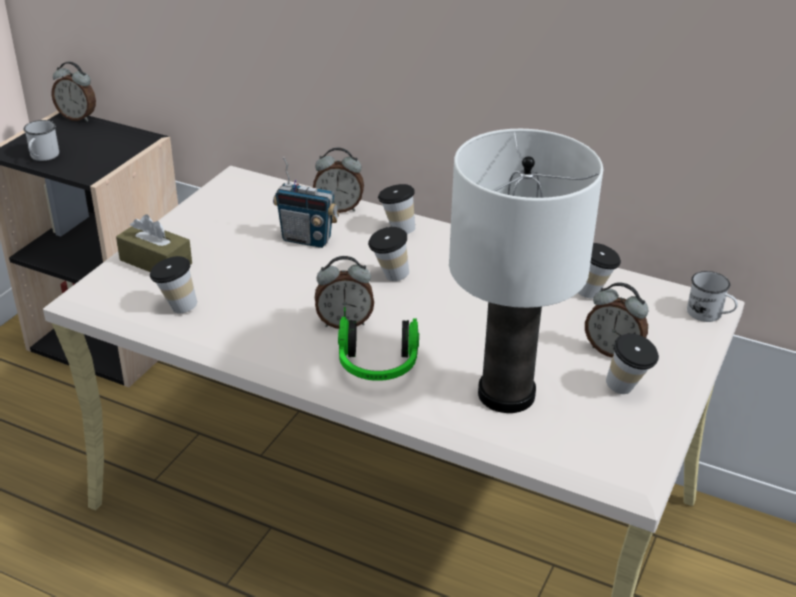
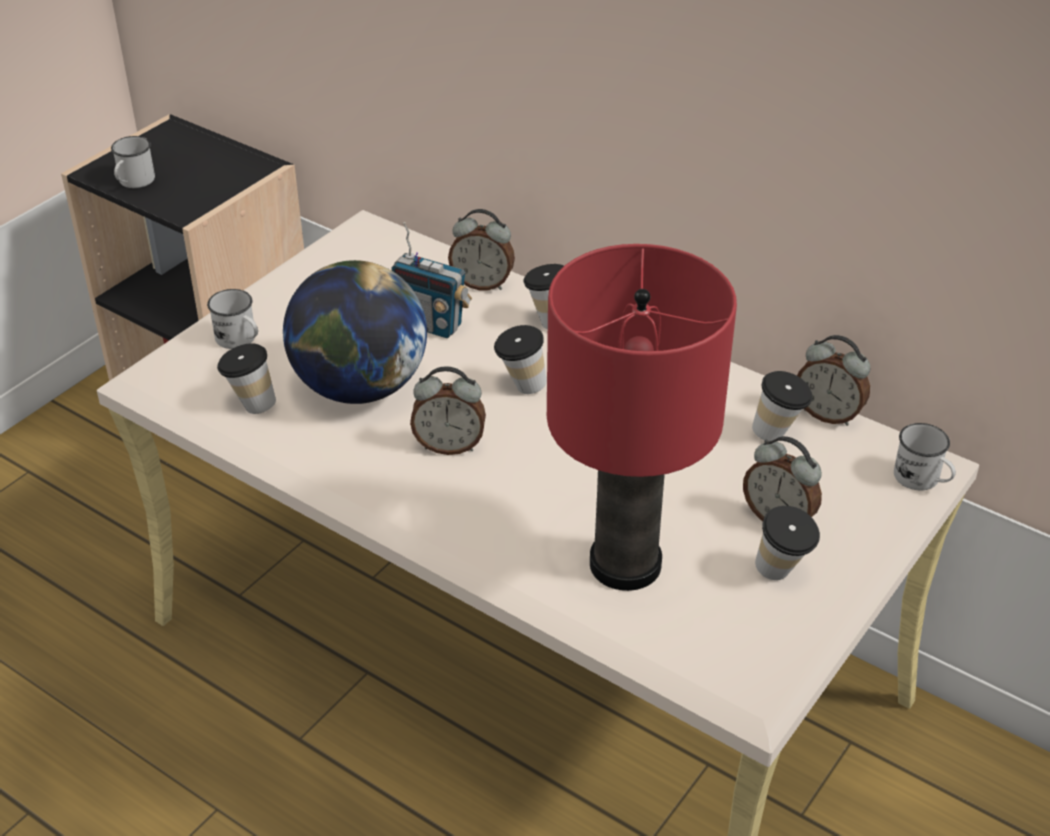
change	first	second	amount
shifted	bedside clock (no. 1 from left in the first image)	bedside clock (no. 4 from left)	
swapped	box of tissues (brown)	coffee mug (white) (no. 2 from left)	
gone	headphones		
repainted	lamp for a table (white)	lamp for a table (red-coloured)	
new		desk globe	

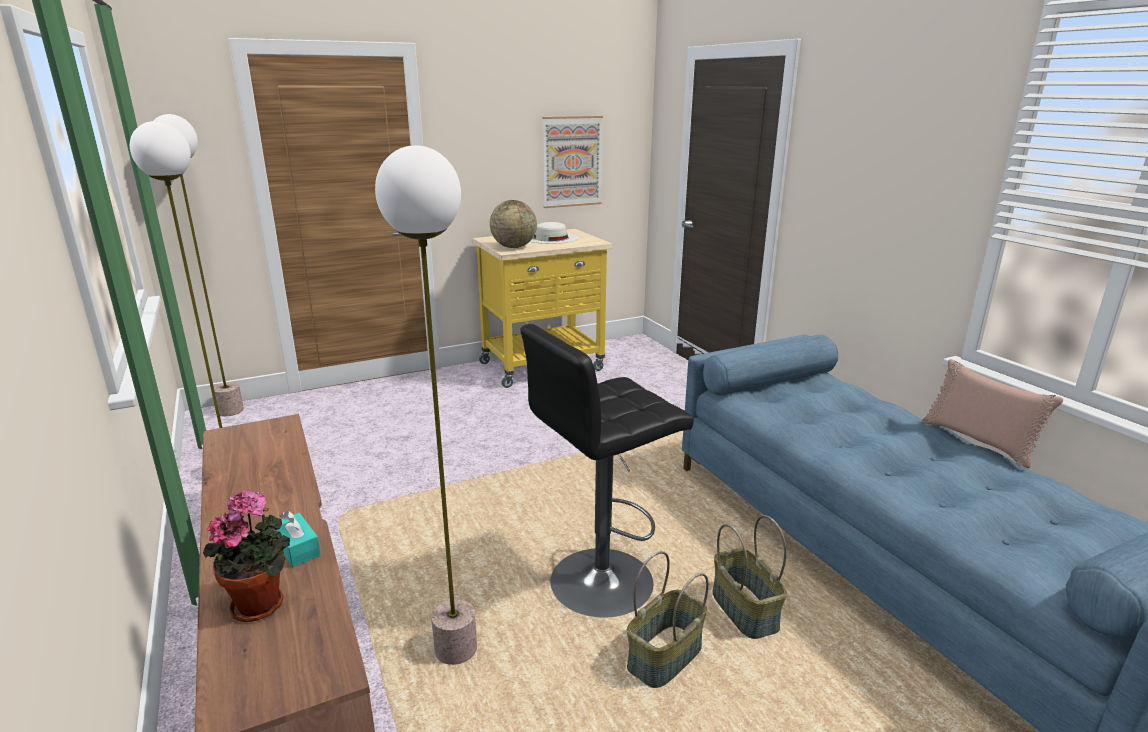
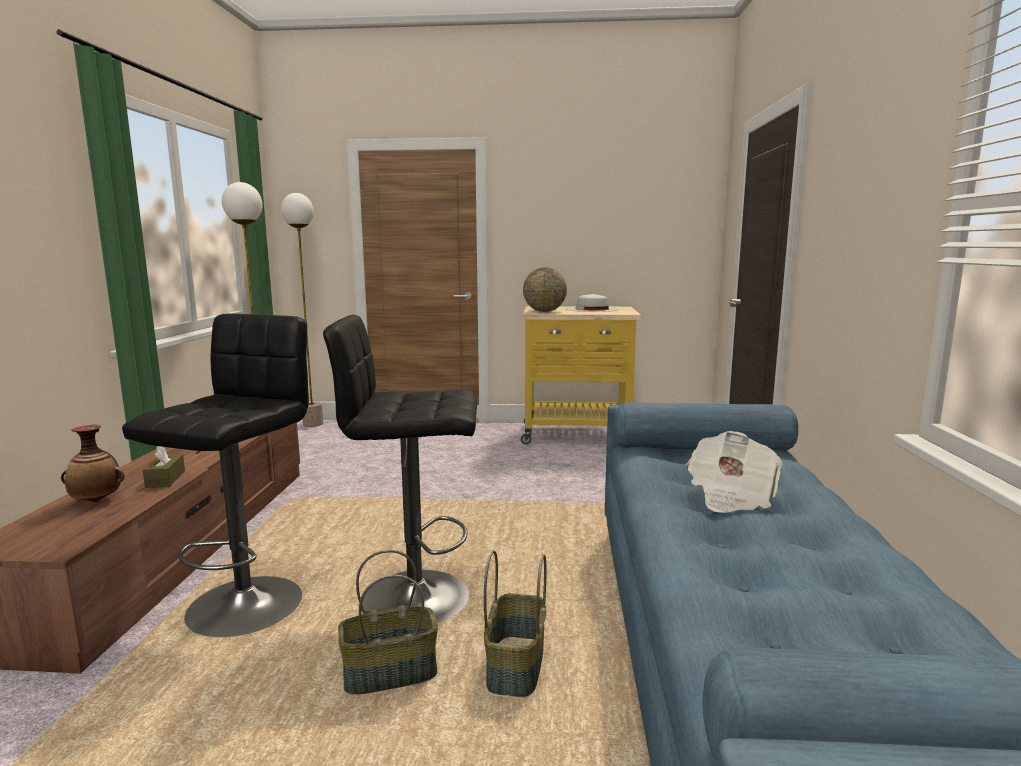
change	first	second	amount
swapped	potted plant	flower vase	
repainted	box of tissues (turquoise-coloured)	box of tissues (brown)	
swapped	floor lamp (no. 3 from left)	stool seat (black) (no. 1 from left)	
gone	picture		
gone	pillow (beige-coloured)		
new		newspaper	

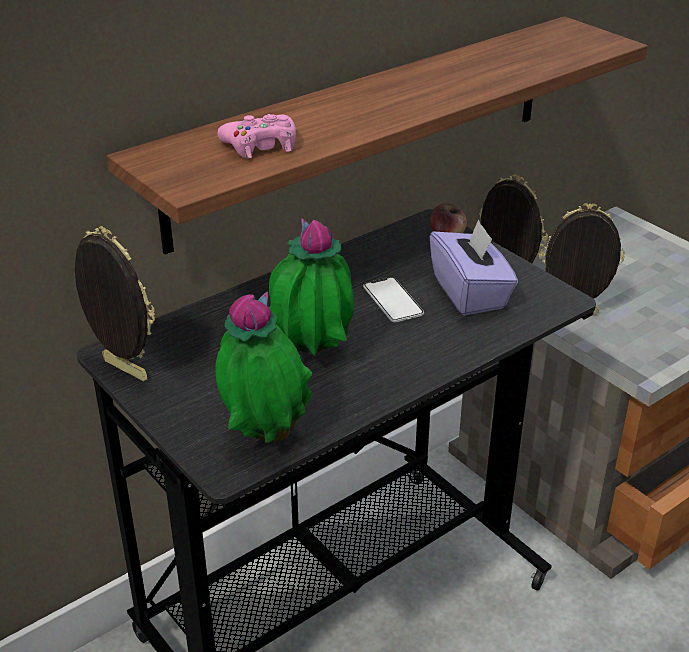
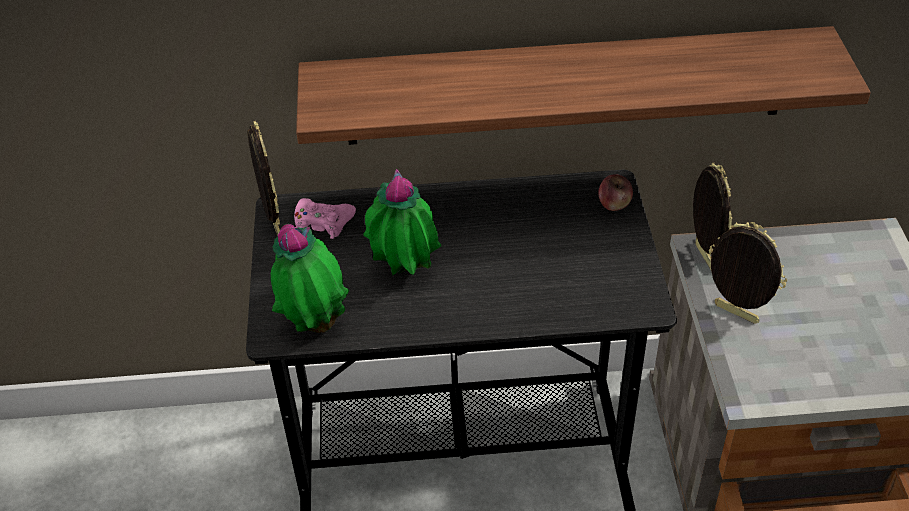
change	first	second	amount
shifted	joypad (pink)		
gone	phone		
gone	box of tissues (purplish)		

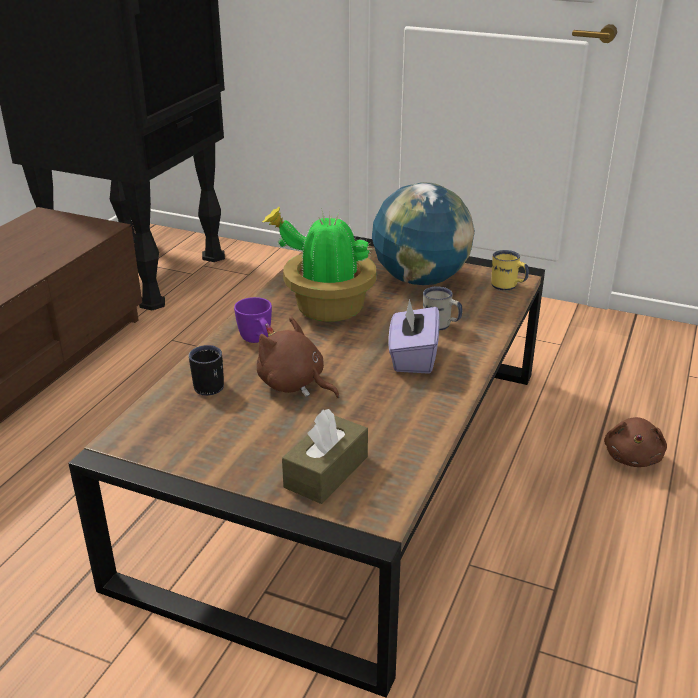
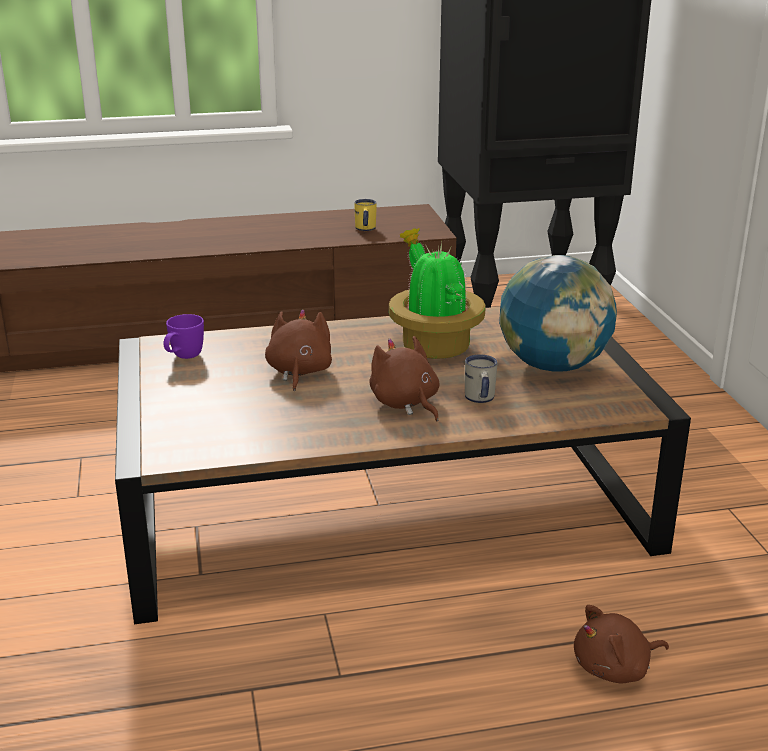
change	first	second	amount
gone	coffee mug (black)		
shifted	coffee mug (purplish)		
gone	box of tissues (brown)		
swapped	box of tissues (purplish)	plush toy (brown) (no. 2 from left)	
shifted	coffee mug (yellow)		

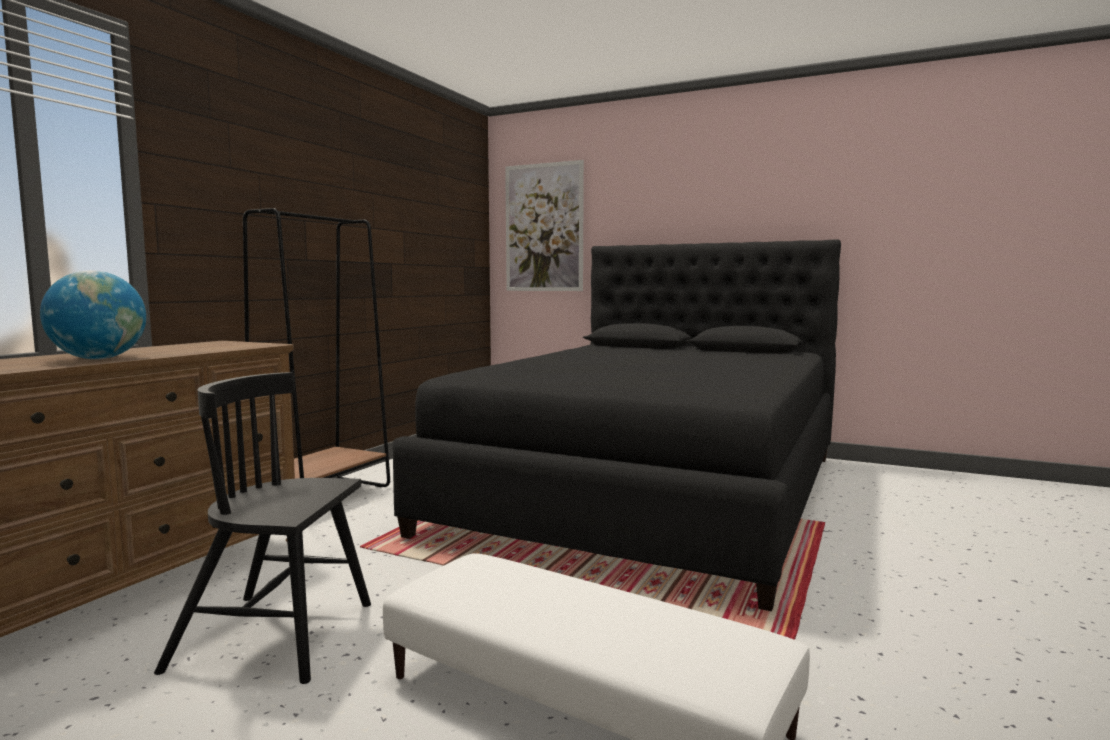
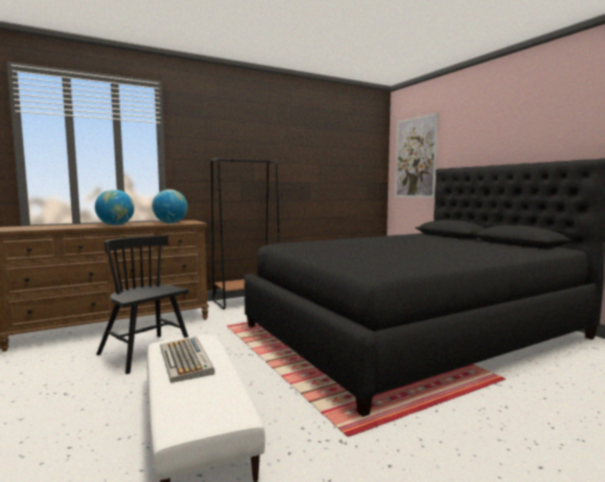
change	first	second	amount
new		desk globe (no. 2 from left)	
new		computer keyboard	

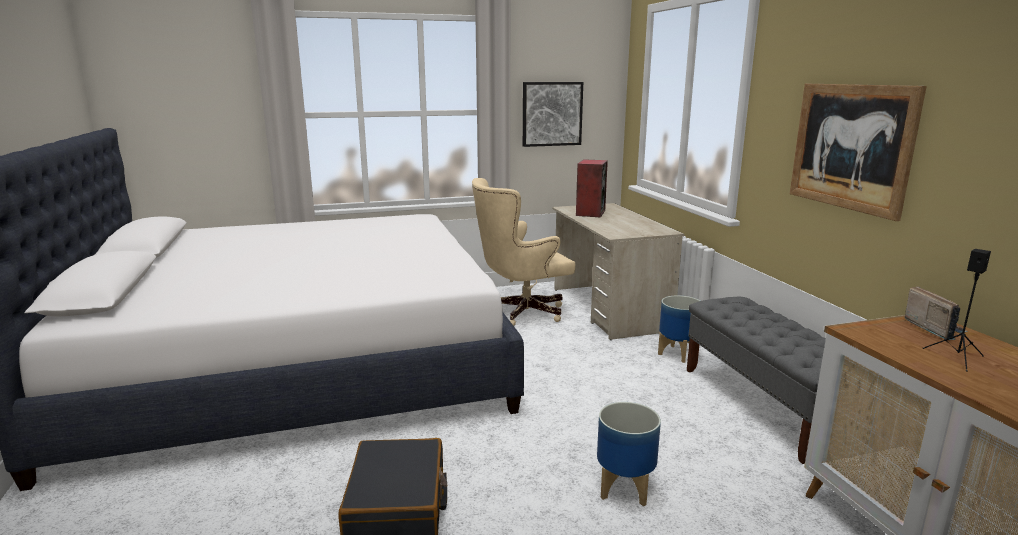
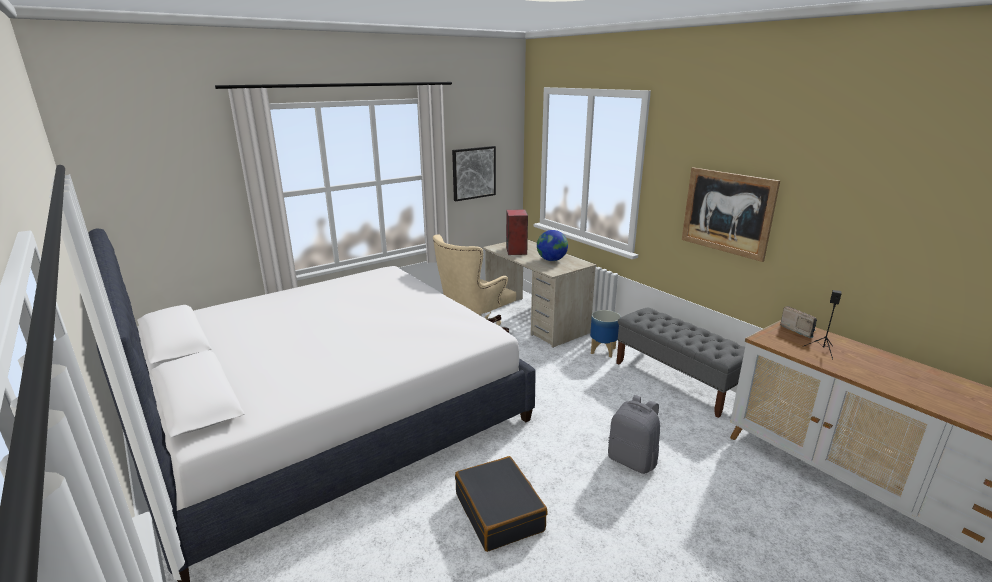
change	first	second	amount
swapped	planter (no. 1 from left)	rucksack (gray)	
new		desk globe	

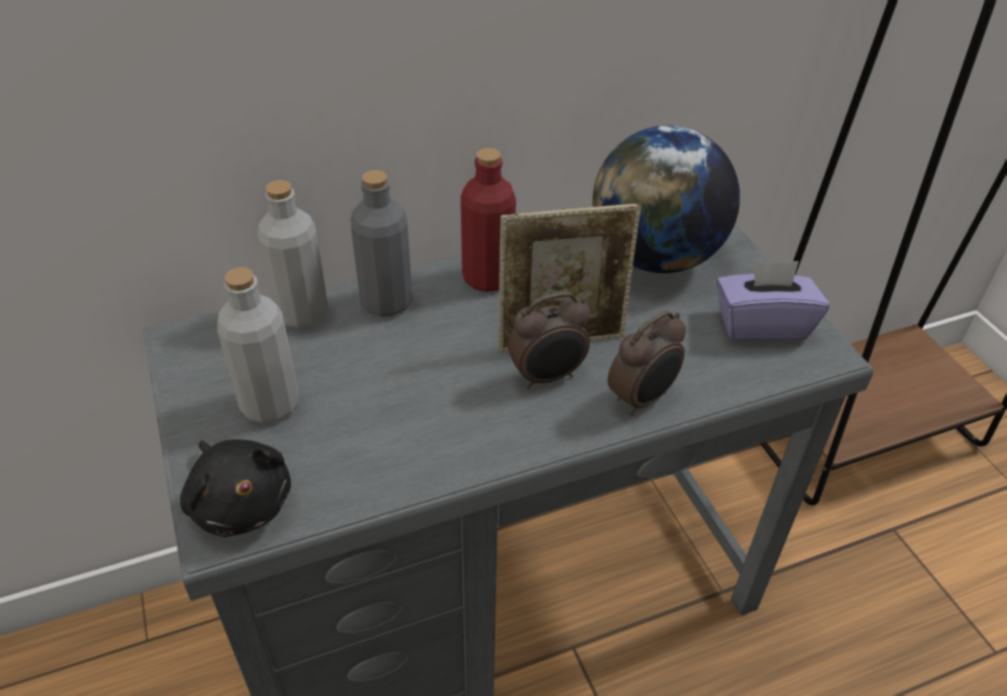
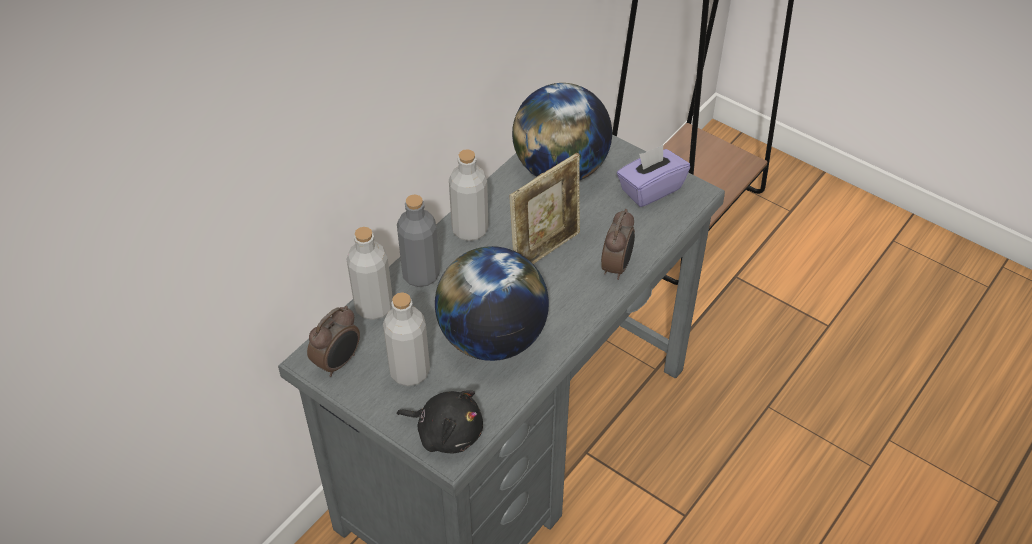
change	first	second	amount
repainted	drink bottle (red-coloured)	drink bottle (gray) (no. 4 from left)	
shifted	bedside clock (no. 1 from left)		
new		desk globe (no. 1 from left)	

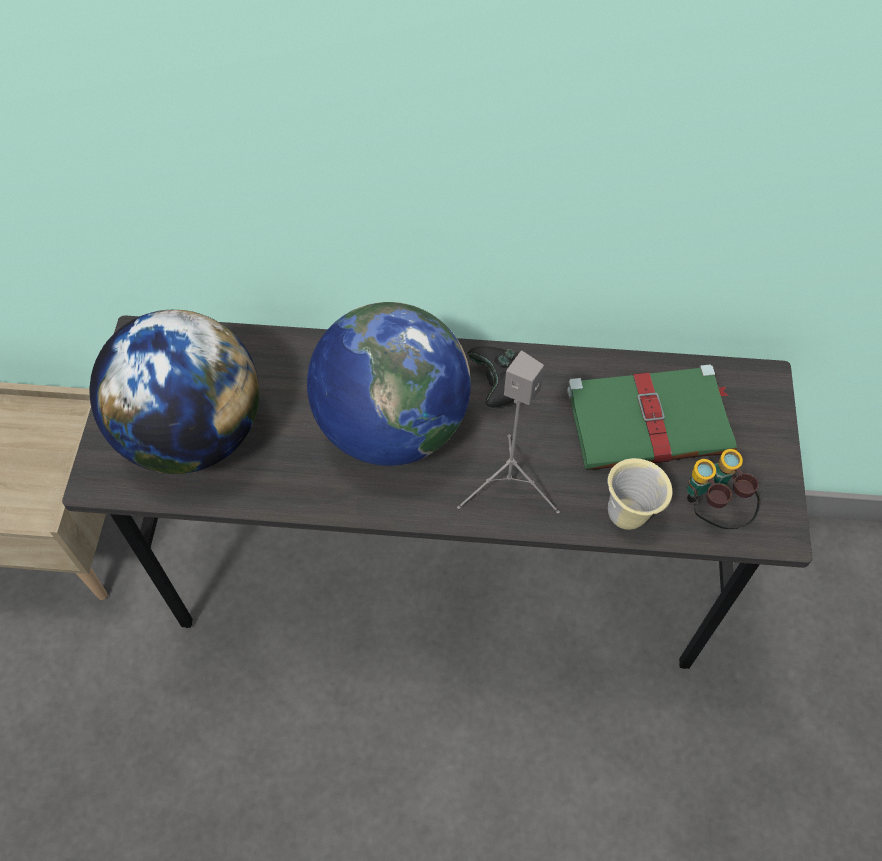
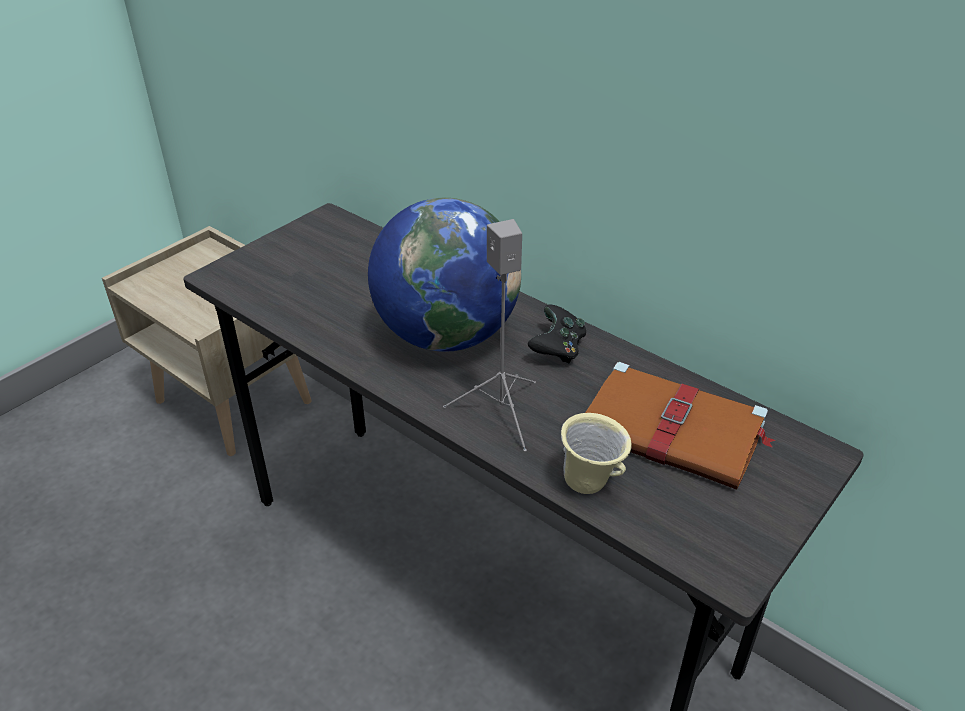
change	first	second	amount
gone	desk globe (no. 1 from left)		
repainted	bound book (green)	bound book (brown)	
gone	binoculars		

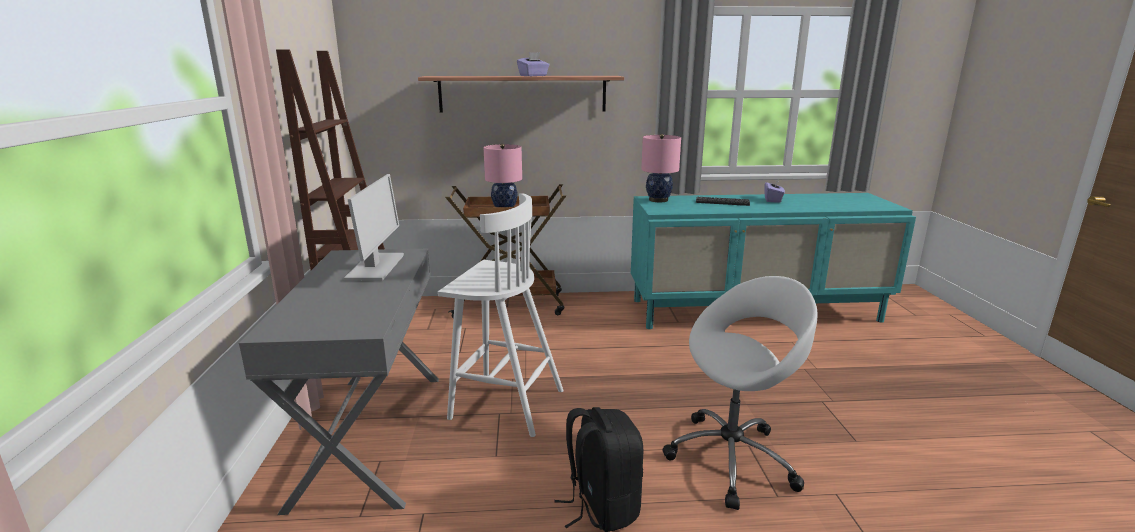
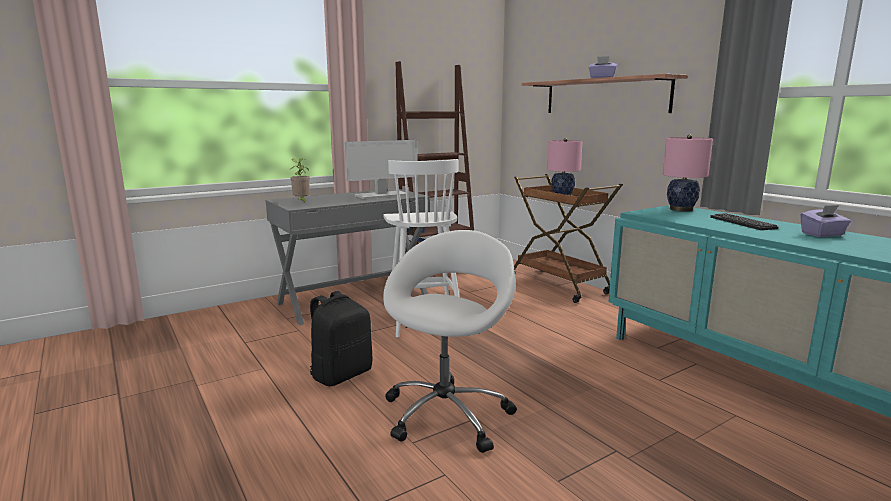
change	first	second	amount
rotated	computer chair (white)		105 degrees counterclockwise
new		potted plant	

